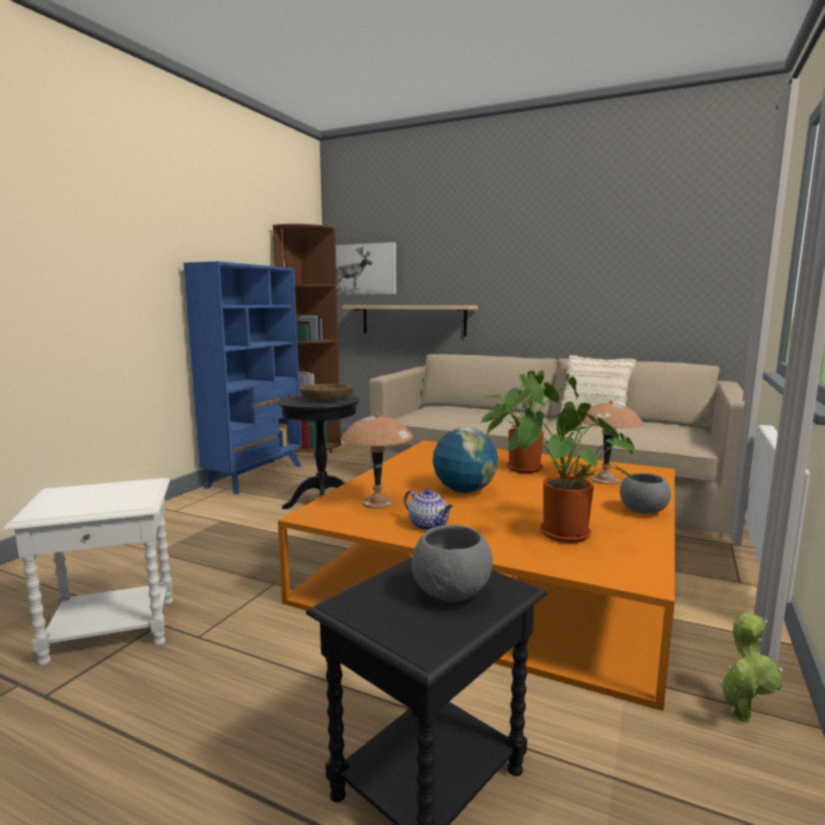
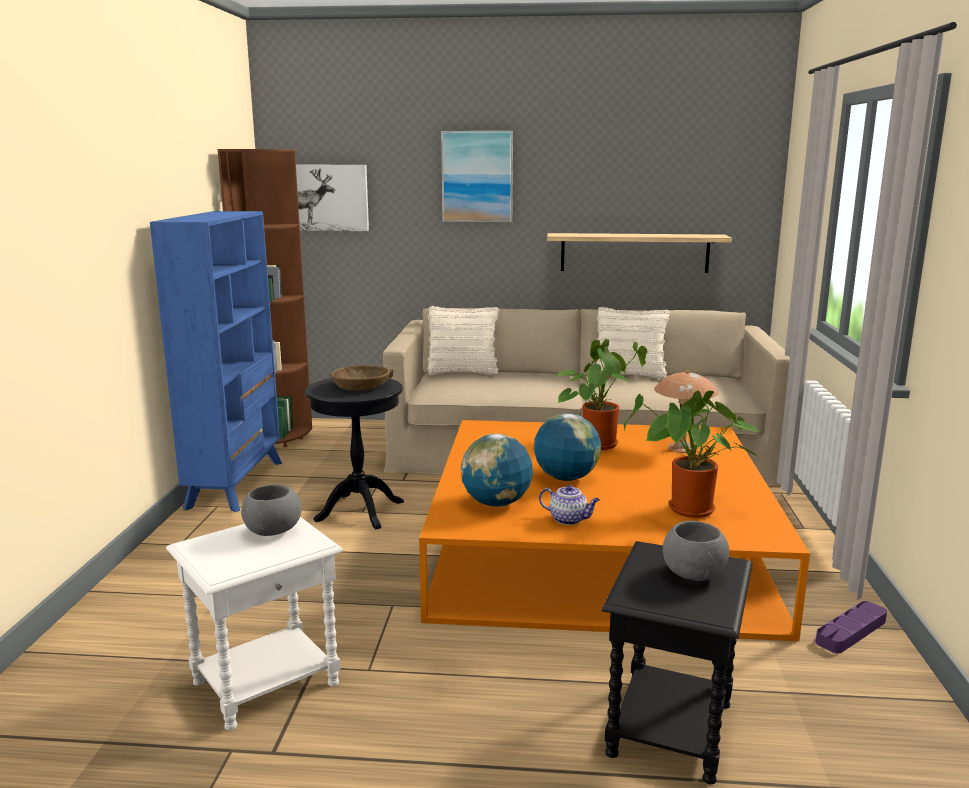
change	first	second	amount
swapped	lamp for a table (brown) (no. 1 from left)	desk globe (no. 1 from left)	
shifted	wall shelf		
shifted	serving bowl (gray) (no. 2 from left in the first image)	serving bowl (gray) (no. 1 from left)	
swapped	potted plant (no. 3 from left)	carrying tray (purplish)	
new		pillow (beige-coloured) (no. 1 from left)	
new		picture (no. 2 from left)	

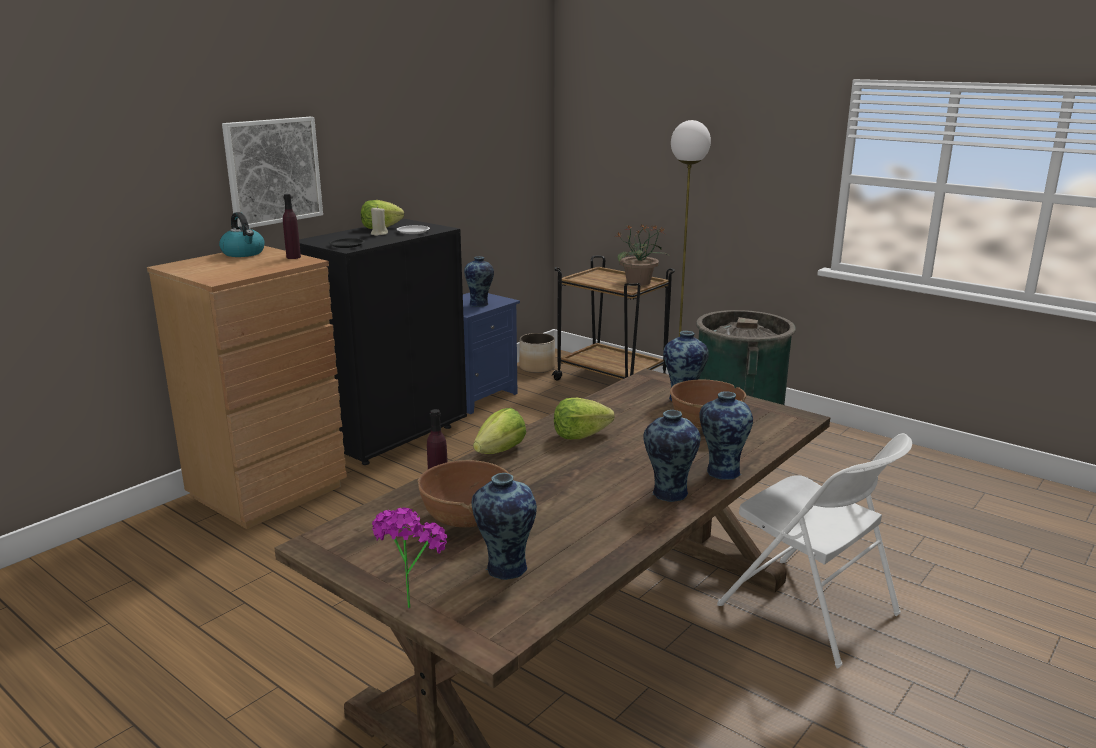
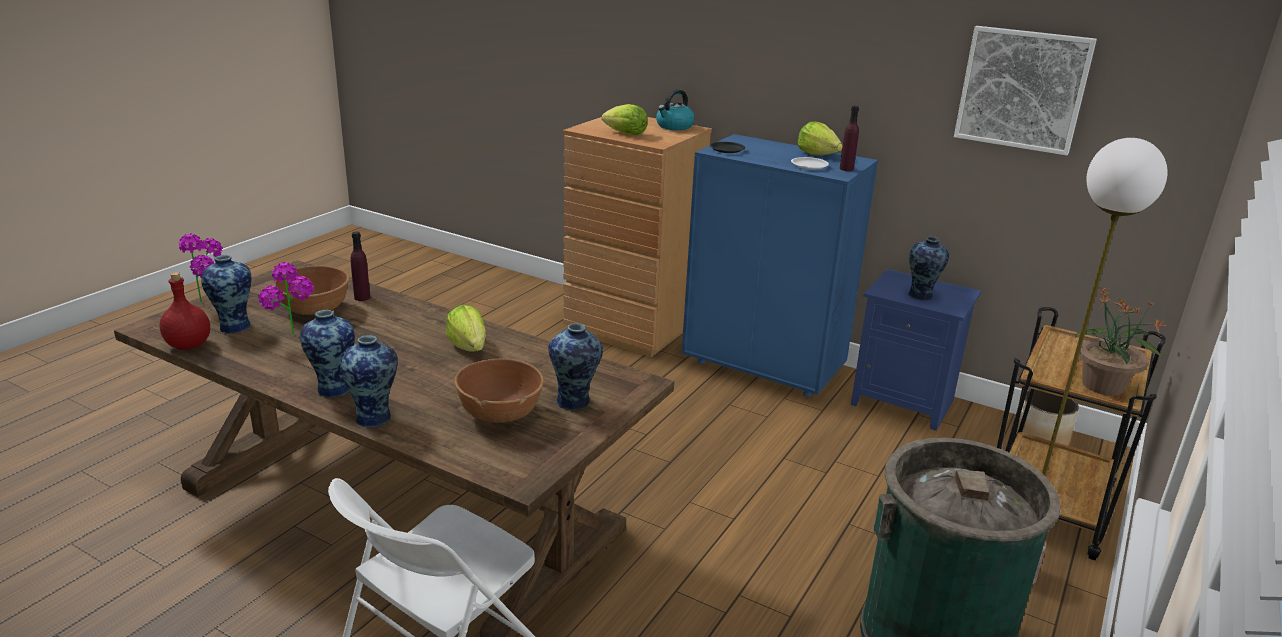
change	first	second	amount
shifted	picture		
shifted	drink bottle (purplish) (no. 1 from left in the first image)	drink bottle (purplish) (no. 2 from left)	
repainted	cabinet (black)	cabinet (blue)	
gone	candle (beige-coloured)		
shifted	head of lettuce (no. 2 from left)		
new		drink bottle (red-coloured)	
new		potted plant (no. 2 from left)	

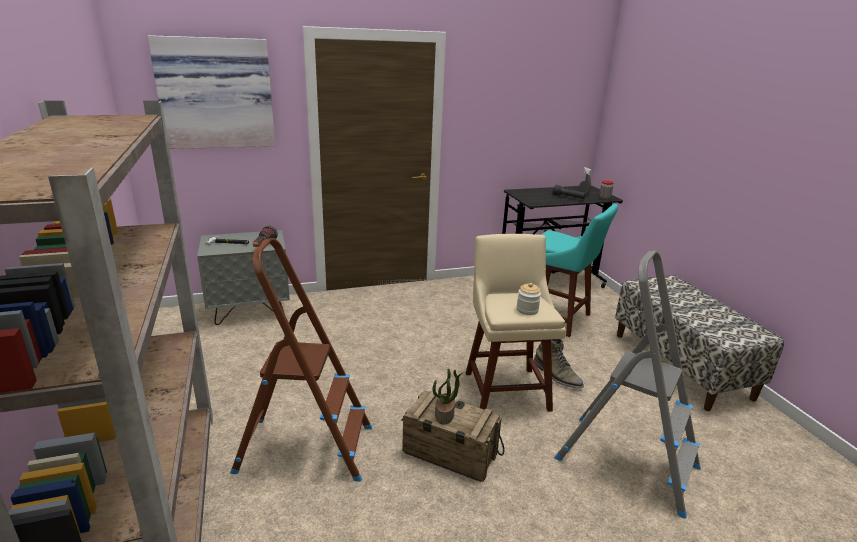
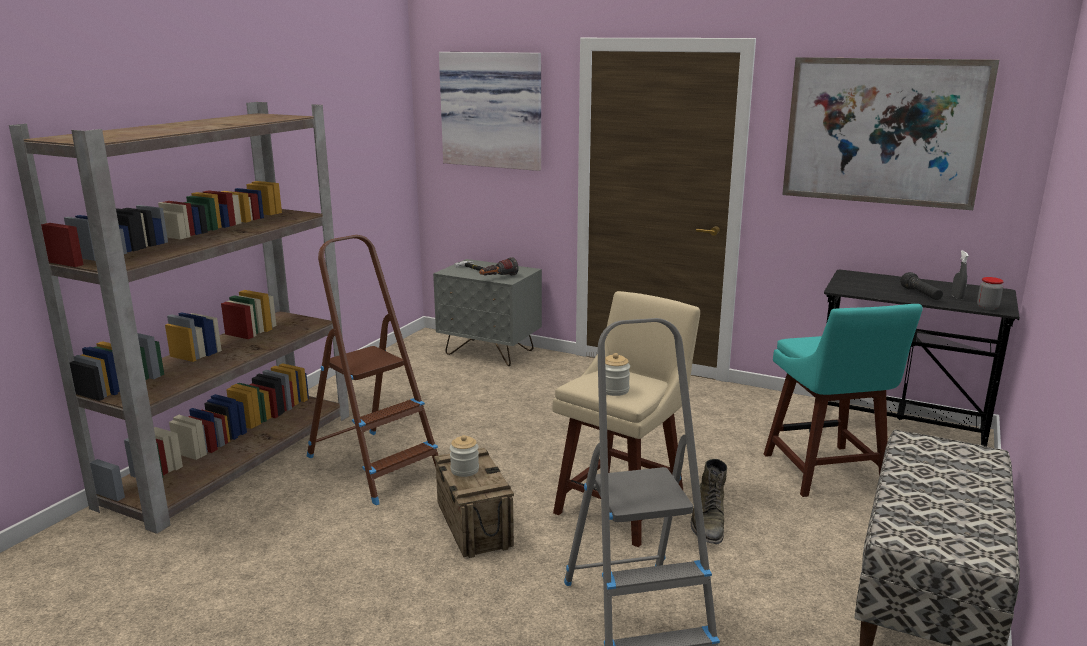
change	first	second	amount
swapped	potted plant	preserve jar (no. 1 from left)	
new		picture (no. 2 from left)	

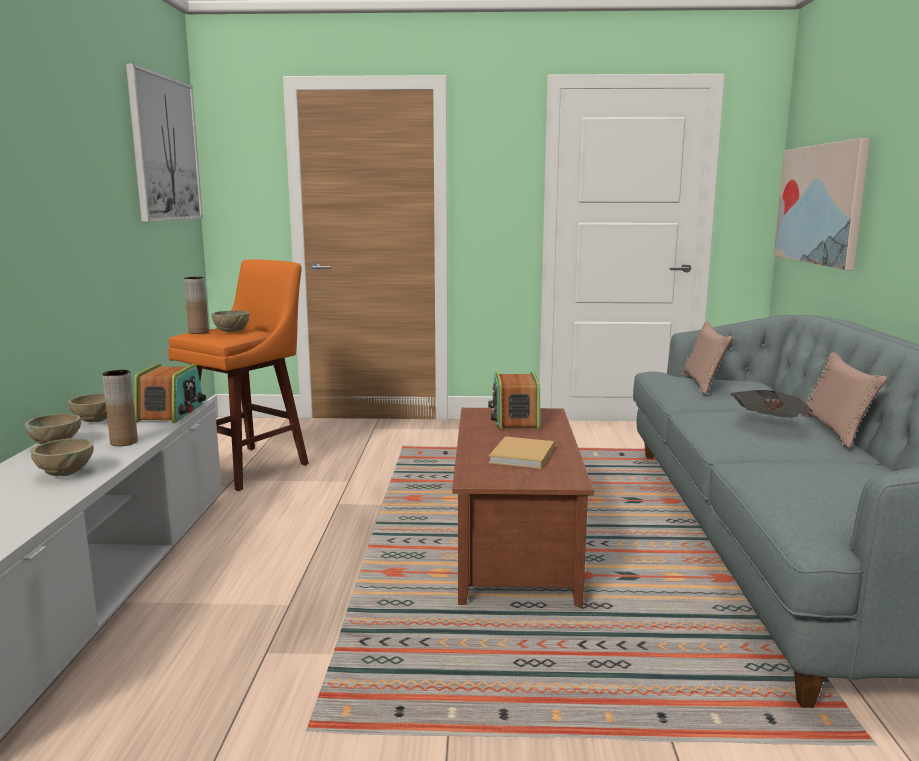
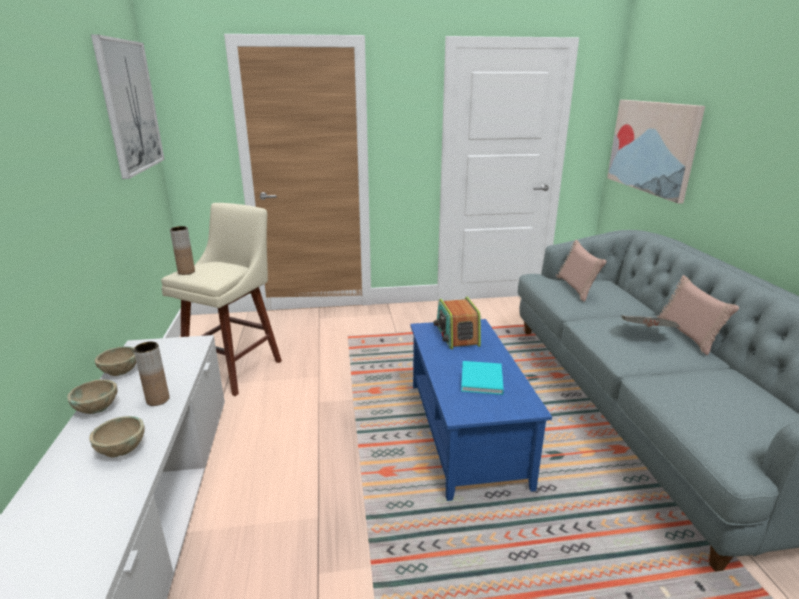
change	first	second	amount
gone	radio (no. 1 from left)		
repainted	stool seat (orangey)	stool seat (beige-coloured)	
gone	serving bowl (beige-coloured) (no. 4 from left)		
repainted	coffee table (brown)	coffee table (blue)	
repainted	bound book (beige-coloured)	bound book (turquoise-coloured)	

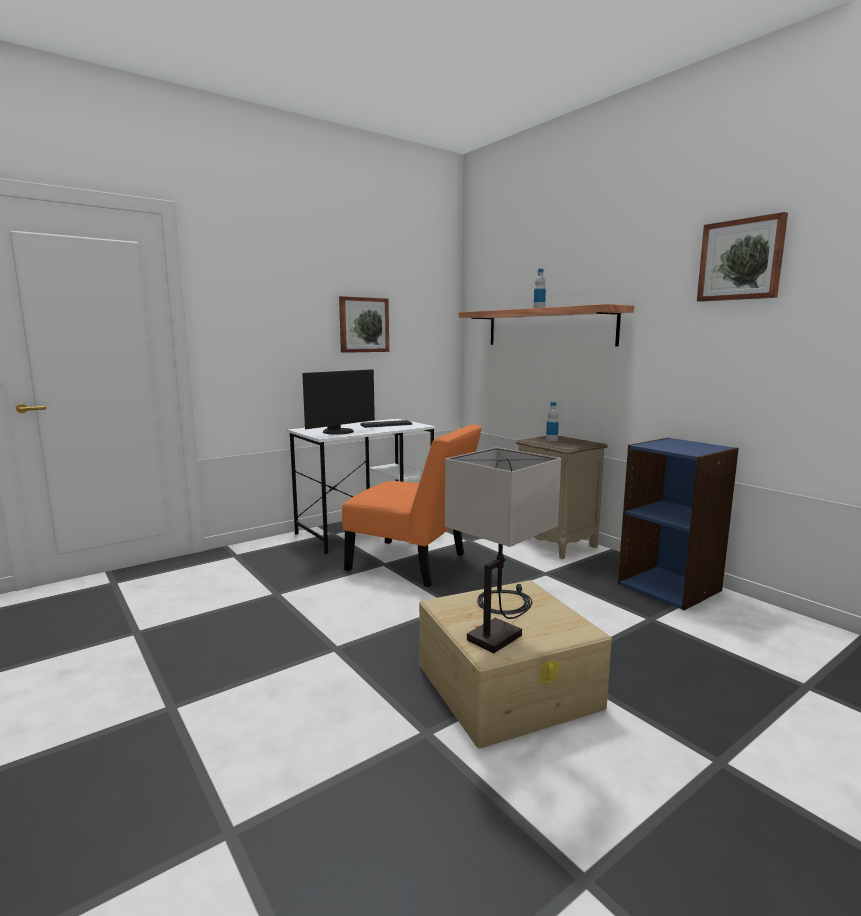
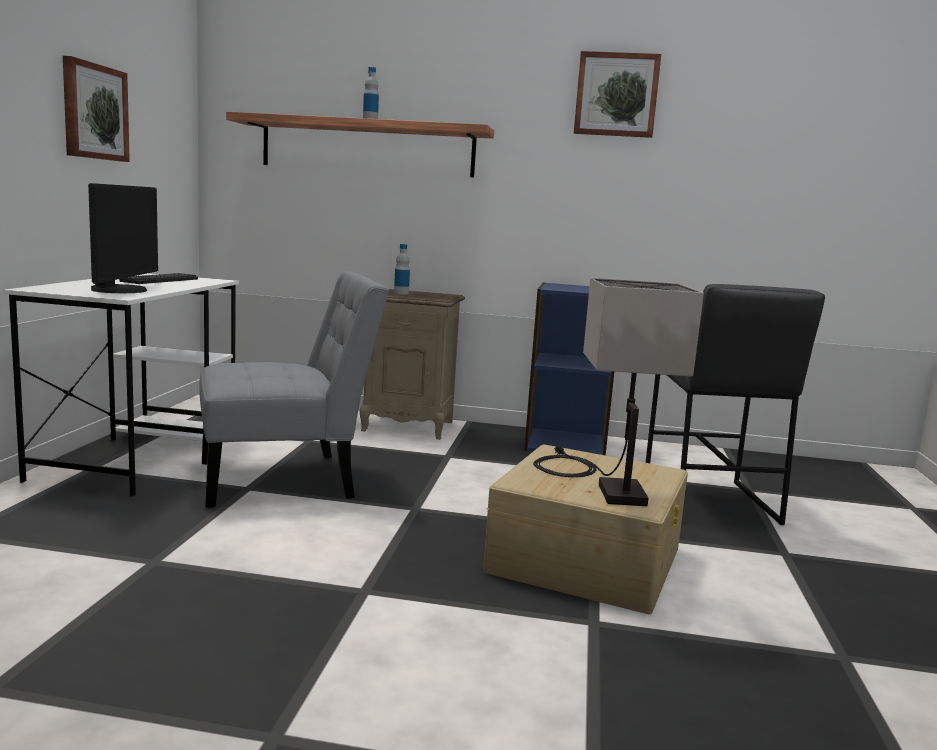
change	first	second	amount
repainted	upright chair (orangey)	upright chair (gray)	
new		stool seat (gray)	

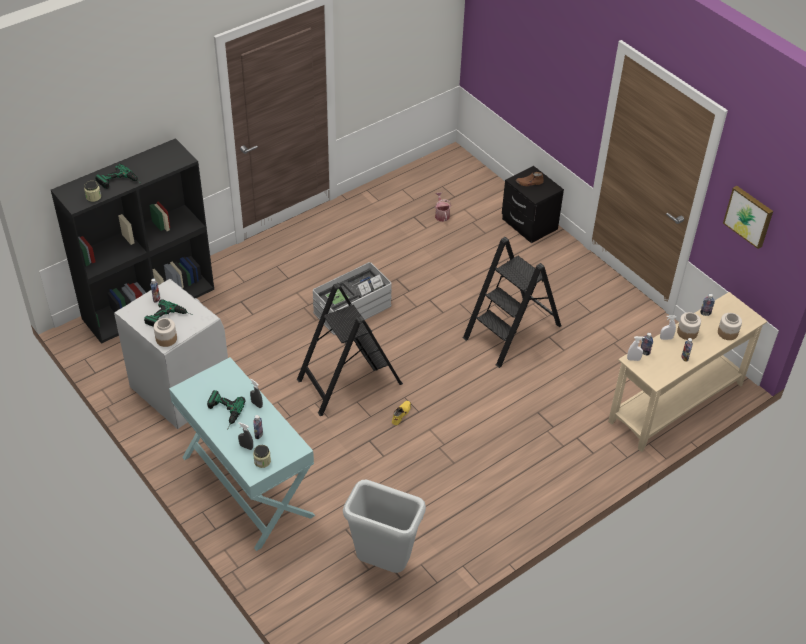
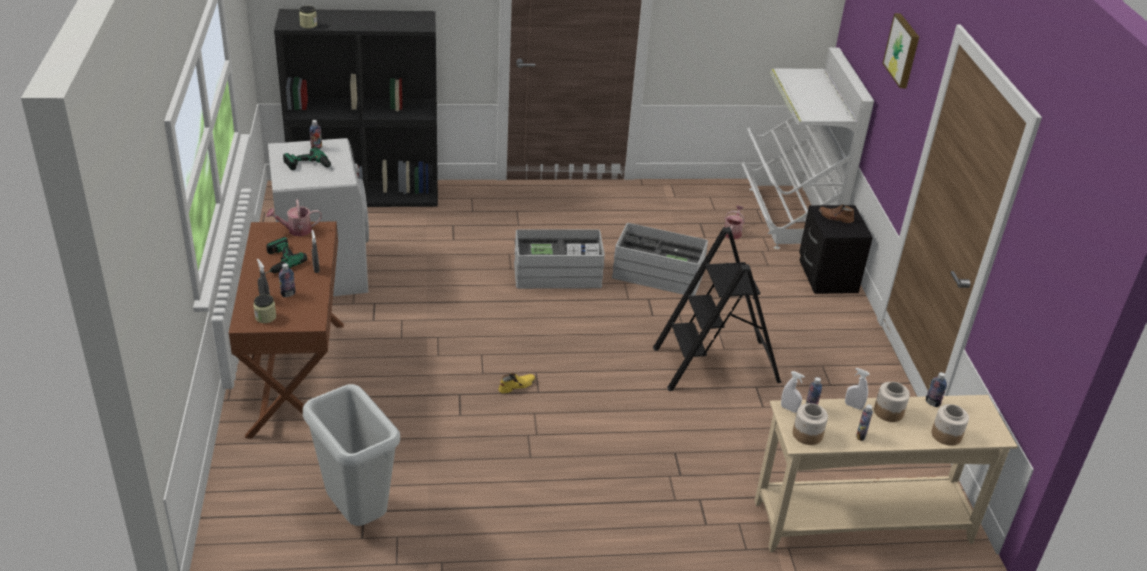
change	first	second	amount
gone	power drill (no. 1 from left)		
shifted	preserve jar (no. 2 from left in the first image)	preserve jar (no. 3 from left)	
repainted	desk (turquoise-coloured)	desk (brown)	
gone	stepladder (black) (no. 1 from left)		
shifted	picture		
new		watering pot (no. 1 from left)	
new		storage box (gray) (no. 2 from left)	
new		shoe shelf (white)	

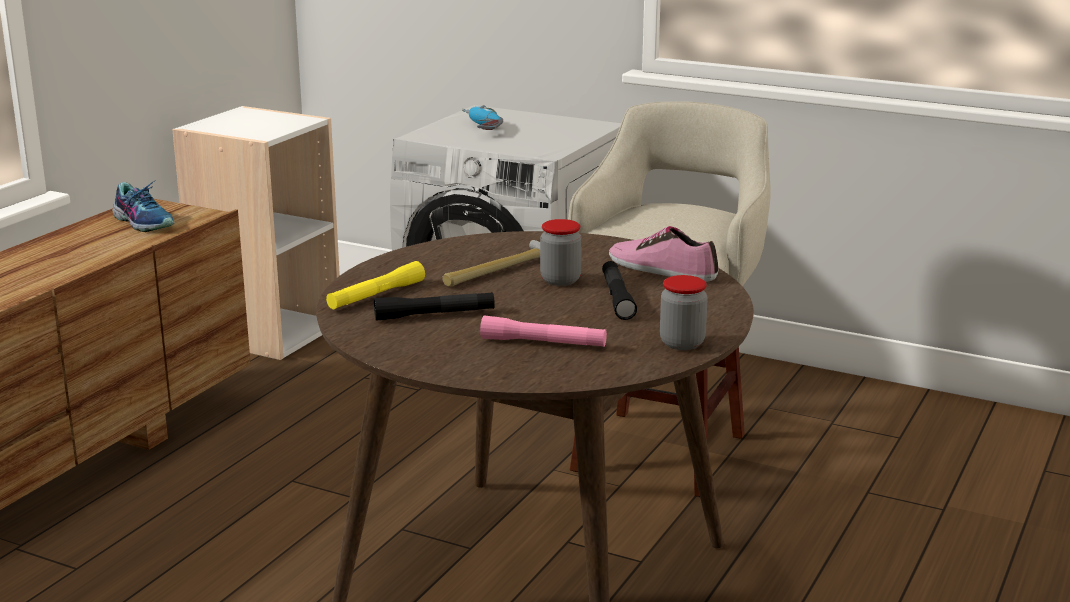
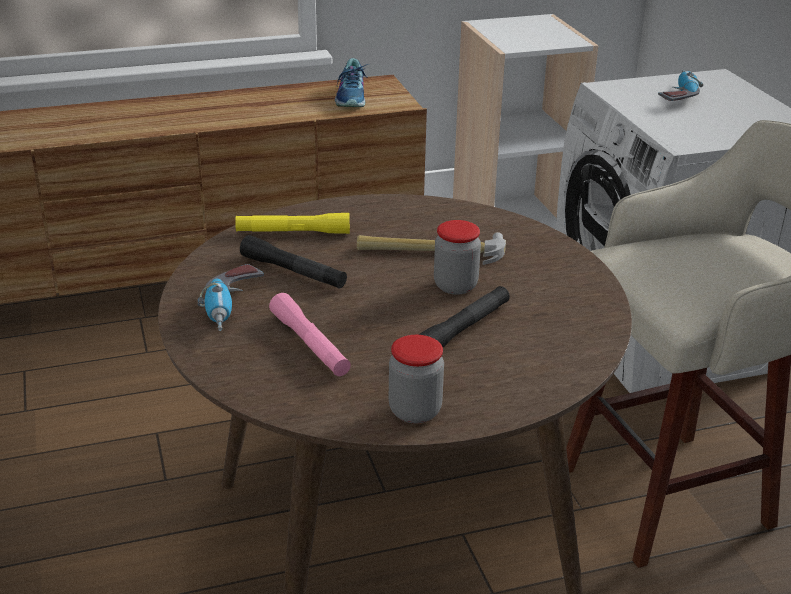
change	first	second	amount
gone	low shoe (no. 2 from left)		
new		power drill (no. 1 from left)	

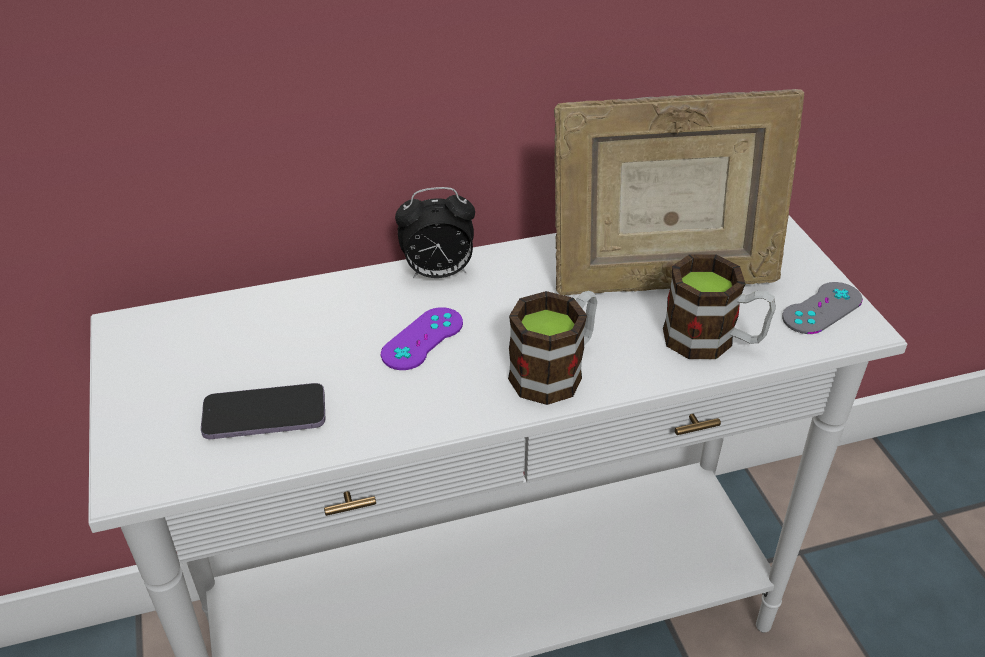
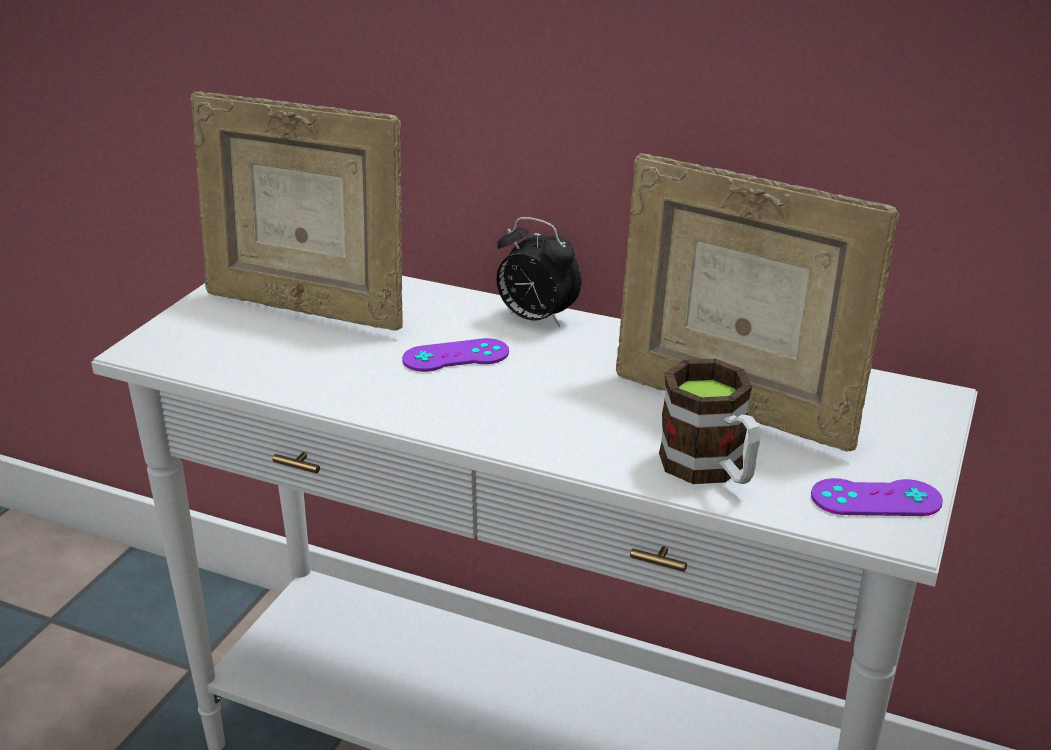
change	first	second	amount
gone	phone		
gone	coffee mug (no. 1 from left)		
repainted	joypad (gray)	joypad (purplish) (no. 2 from left)	
new		photo frame (no. 1 from left)	

